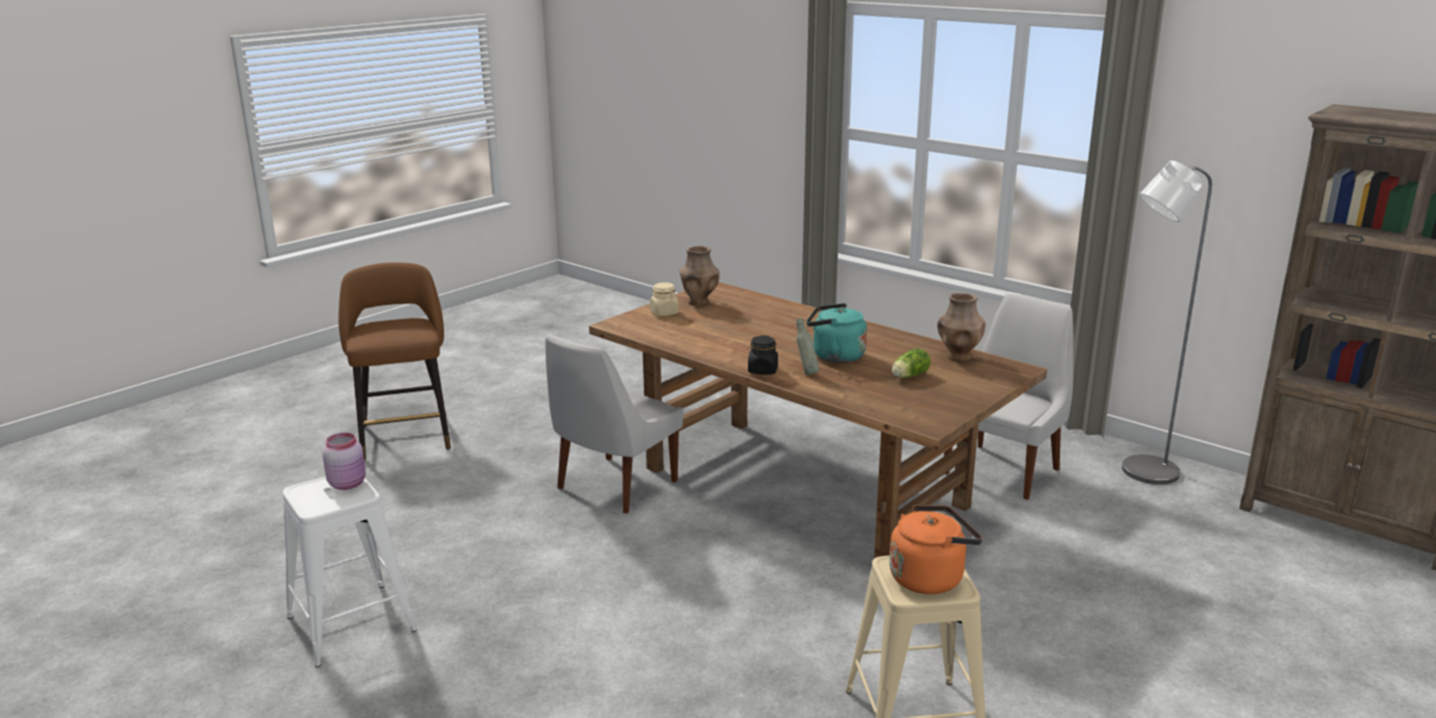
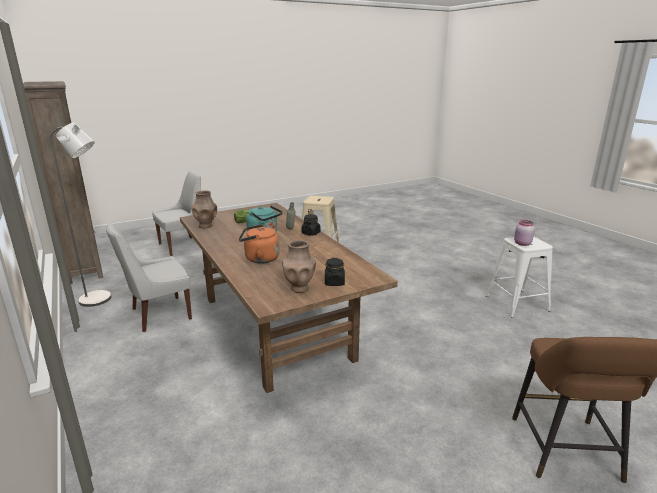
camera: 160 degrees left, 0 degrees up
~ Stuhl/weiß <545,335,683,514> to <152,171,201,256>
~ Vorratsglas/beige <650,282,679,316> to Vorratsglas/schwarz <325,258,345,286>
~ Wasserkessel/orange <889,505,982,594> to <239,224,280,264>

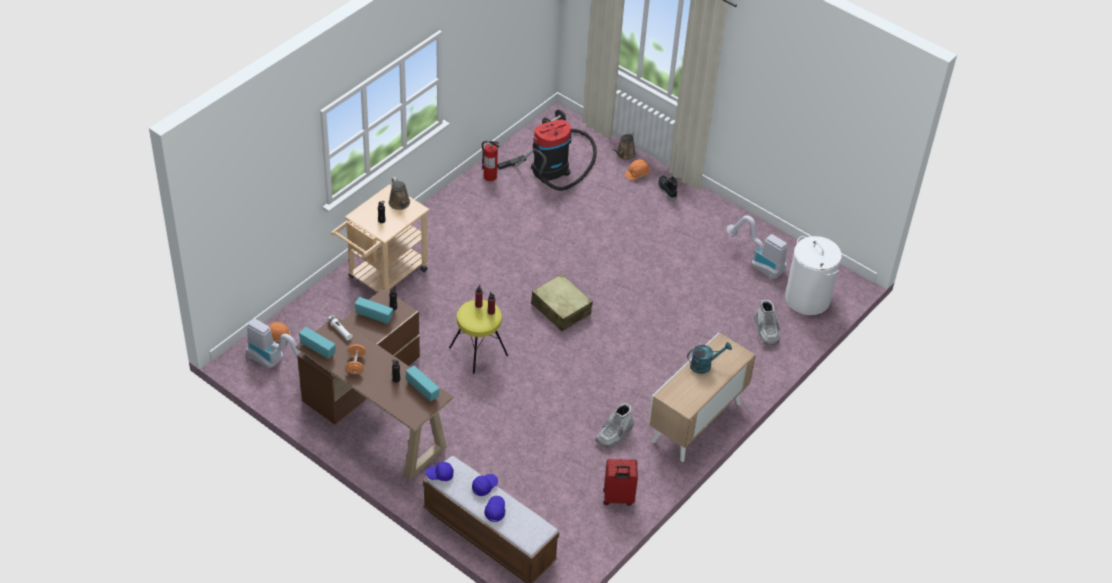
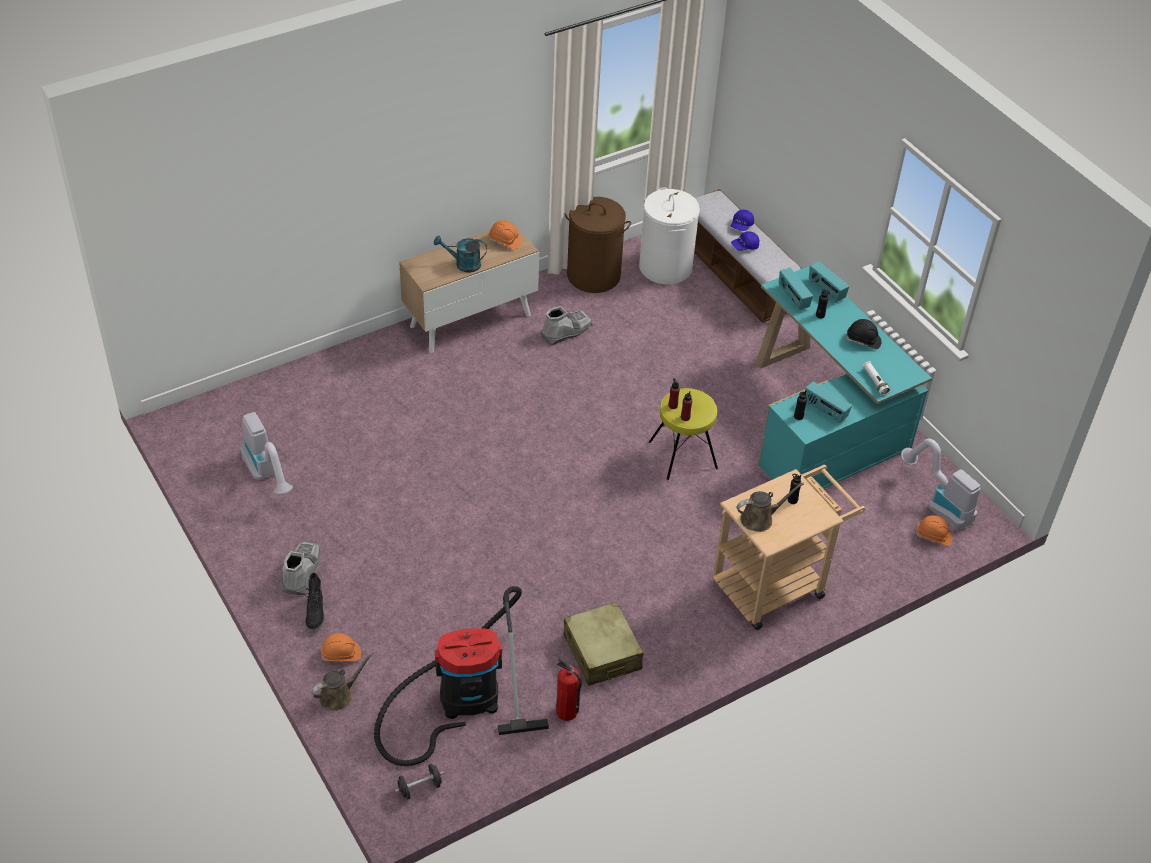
camera: 160 degrees left, 0 degrees up
~ Schreibtisch/braun <296,288,453,480> to Schreibtisch/türkis <756,266,932,489>
~ Radio <299,327,336,359> to <809,261,849,302>
~ Hantel/orange <346,344,366,374> to Schutzhelm/schwarz <846,319,881,349>
~ Gießkanne/braun <389,177,410,210> = <737,483,804,532> 75 degrees clockwise
- Kappe/blau <426,462,454,481>
~ Koffer/beige <531,274,593,331> to <564,602,644,686>
~ Koffer/rot <603,459,638,506> to Wäschekorb/braun <564,197,631,293>
~ Stiefel/grau <754,300,780,345> to <281,541,321,595>
~ Wäschekorb/weiß <785,236,842,315> to <639,187,700,285>
+ Schutzhelm/orange <489,220,522,249>

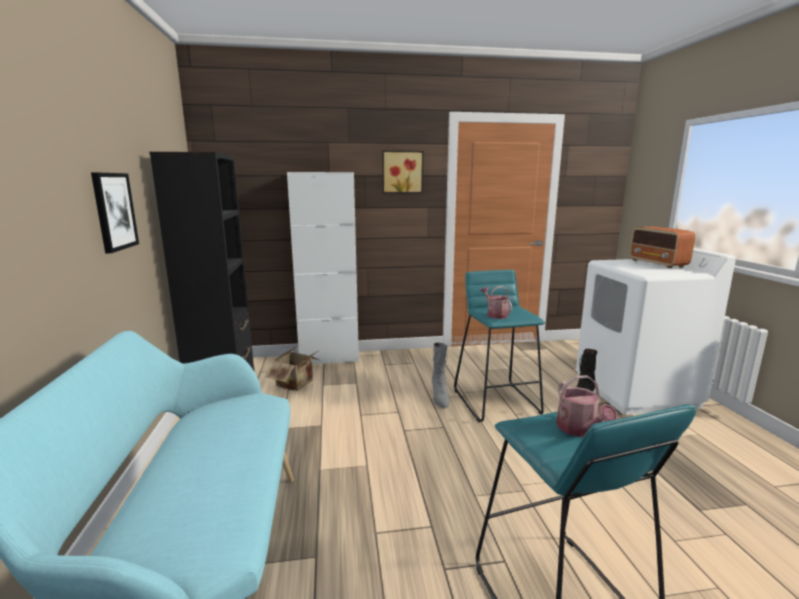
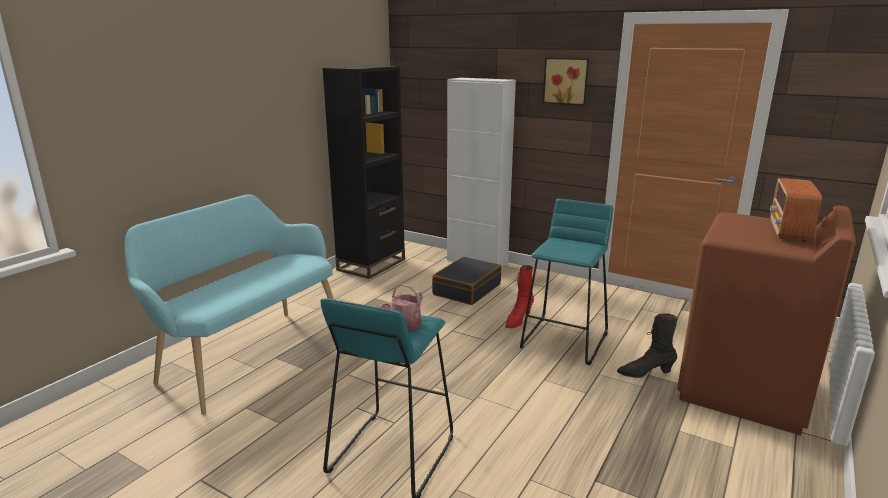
camera: 40 degrees right, 5 degrees up
- Bild <91,172,139,253>
- Karton <265,345,321,391>
~ Stiefel/grau <432,343,449,409> to Stiefel/rot <505,265,534,328>
- Gießkanne <481,286,512,319>
~ Waschmaschine/weiß <576,248,736,415> to Waschmaschine/braun <677,206,856,435>
+ Koffer/schwarz <432,257,501,305>

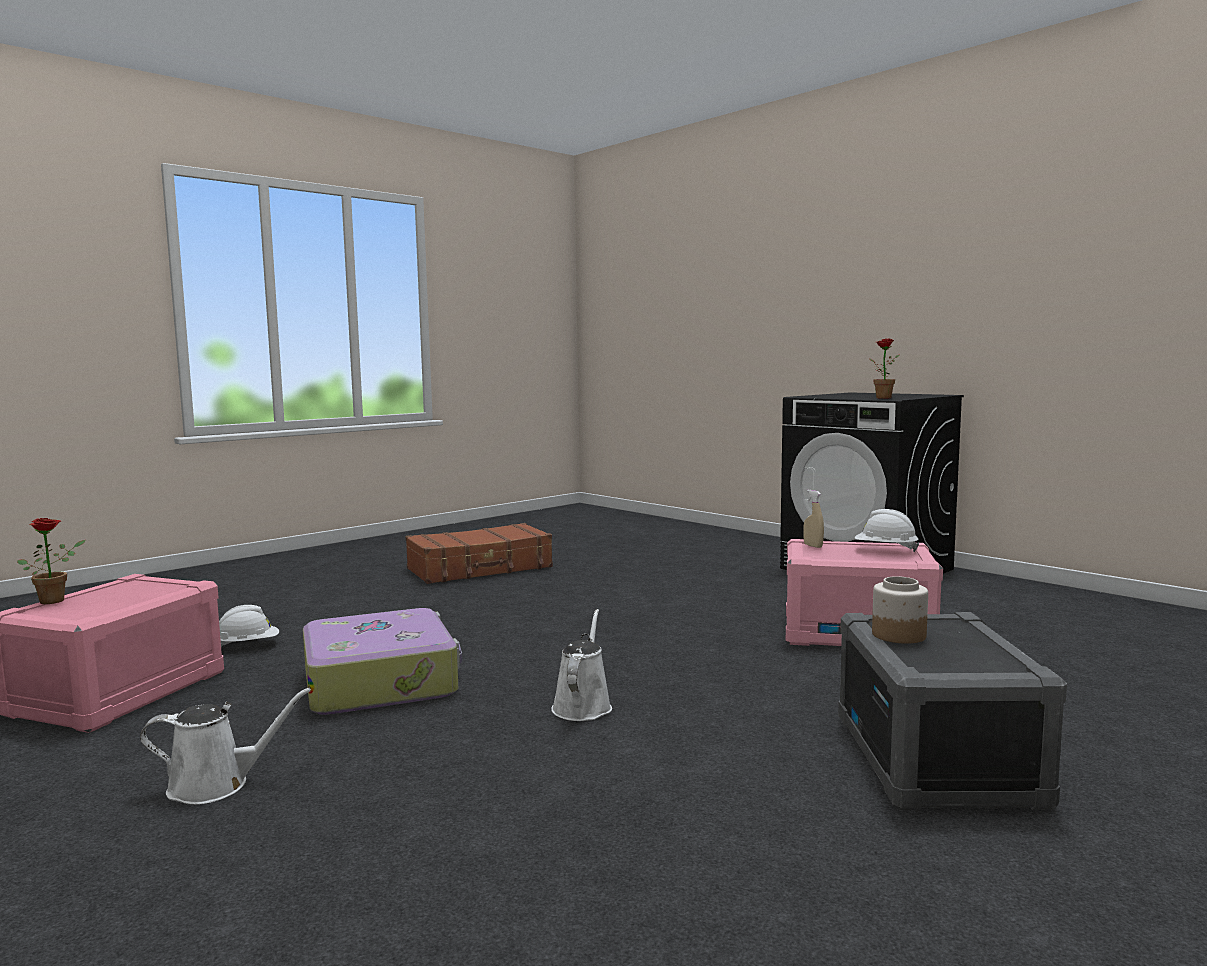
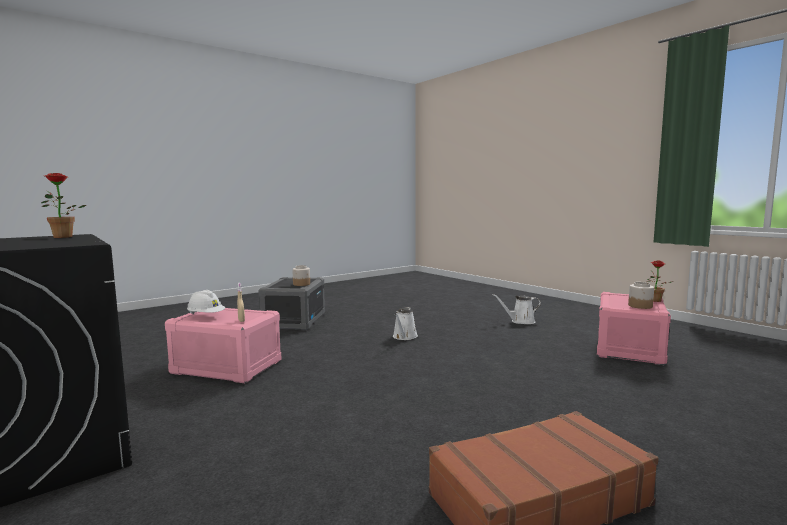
camera: 175 degrees left, 0 degrees up
- Schutzhelm/weiß <219,605,279,647>
- Koffer <303,608,462,715>
+ Vorratsglas <628,282,654,309>

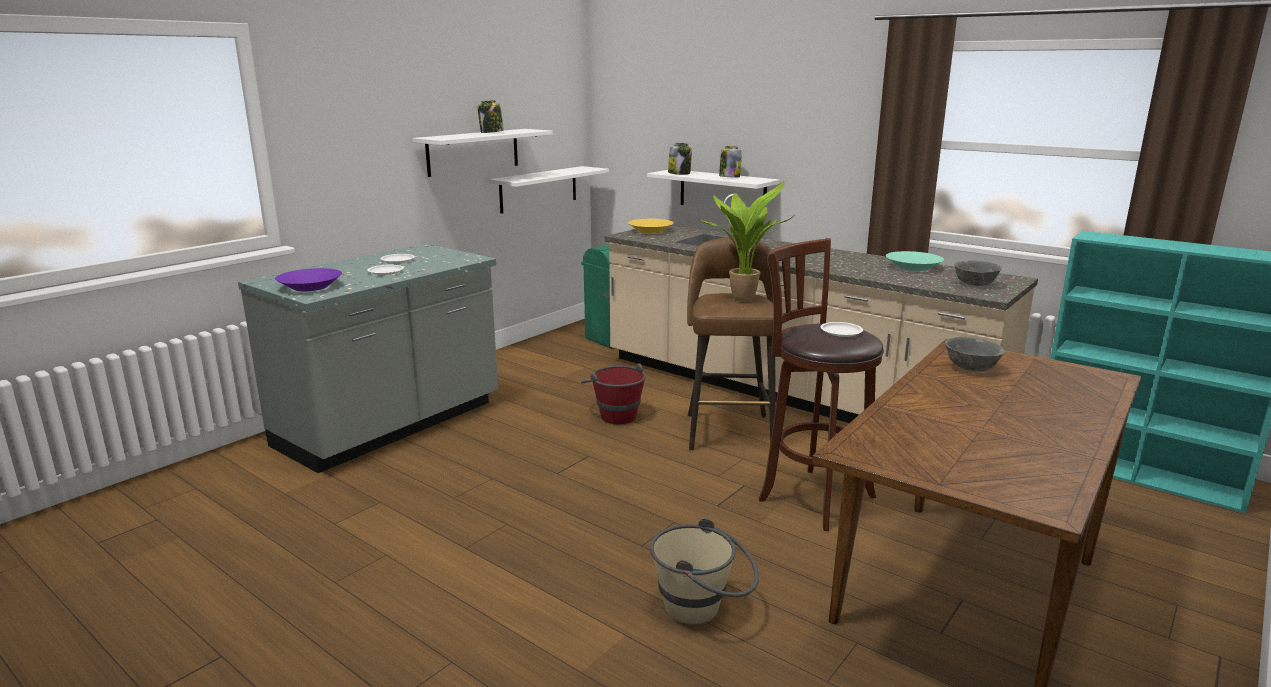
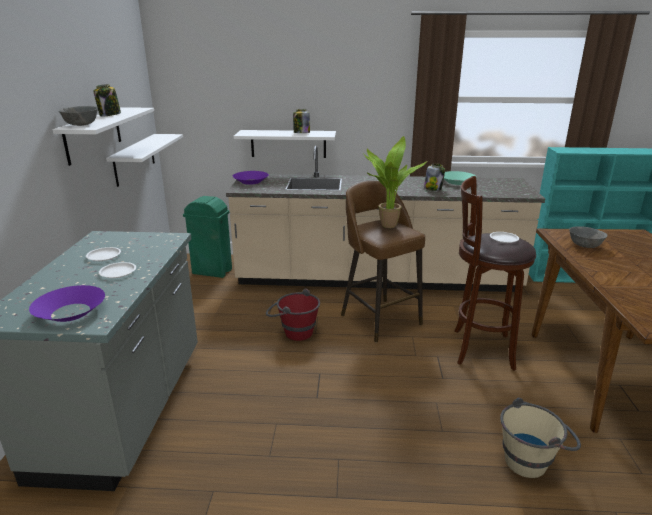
camera: 35 degrees left, 5 degrees up
~ Schüssel/gelb <628,219,674,234> to Schüssel/lila <233,171,269,185>
~ Vorratsglas <668,143,692,175> to <424,163,445,191>
~ Schüssel/grau <954,260,1002,286> to <58,106,98,126>

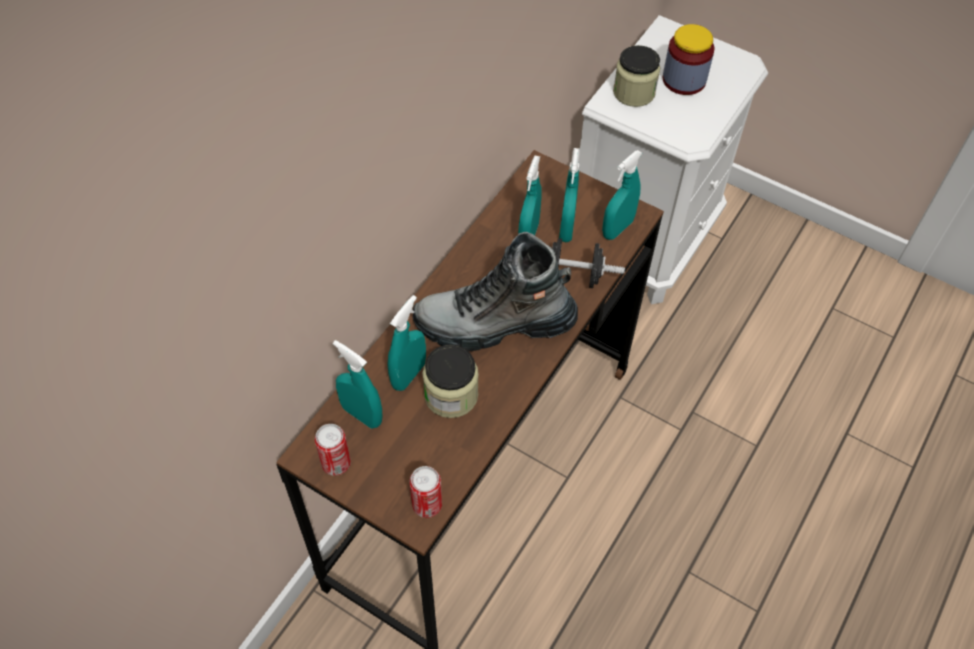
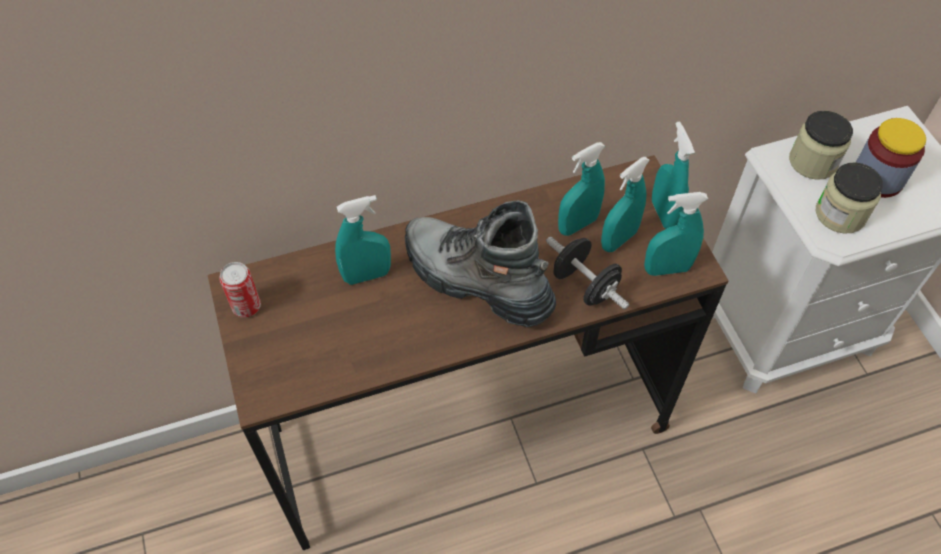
camera: 40 degrees right, 0 degrees up
~ Sprühflasche/türkis <333,340,382,429> to <652,121,695,229>
- Dose <410,466,442,518>
~ Vorratsglas <423,344,479,418> to <816,162,883,234>

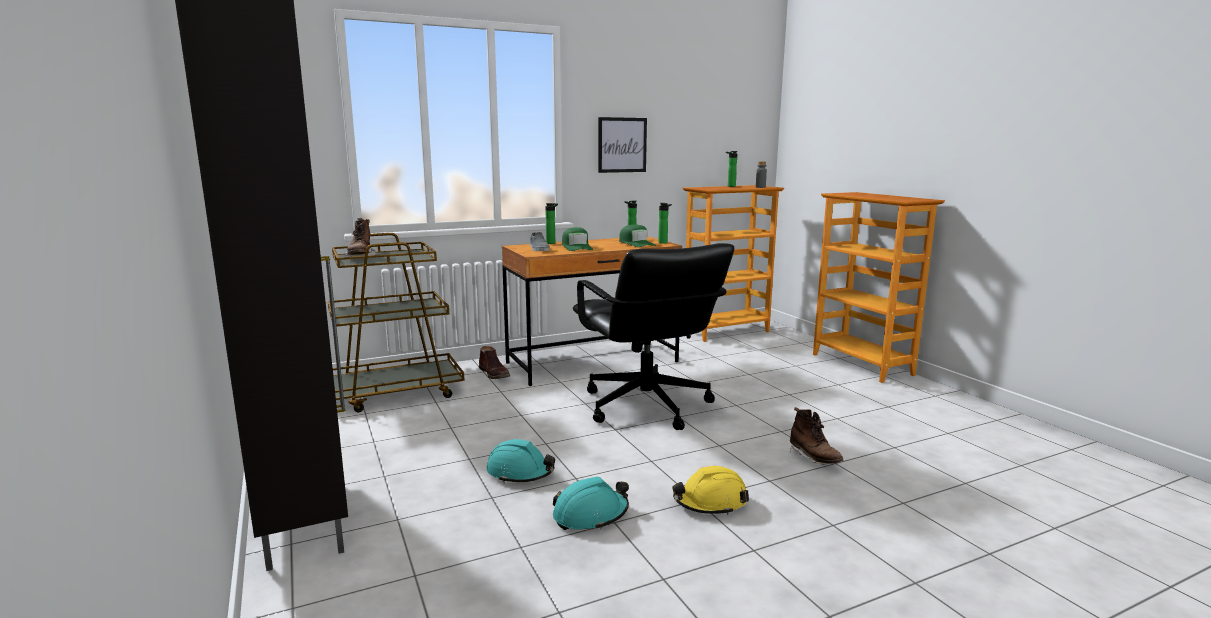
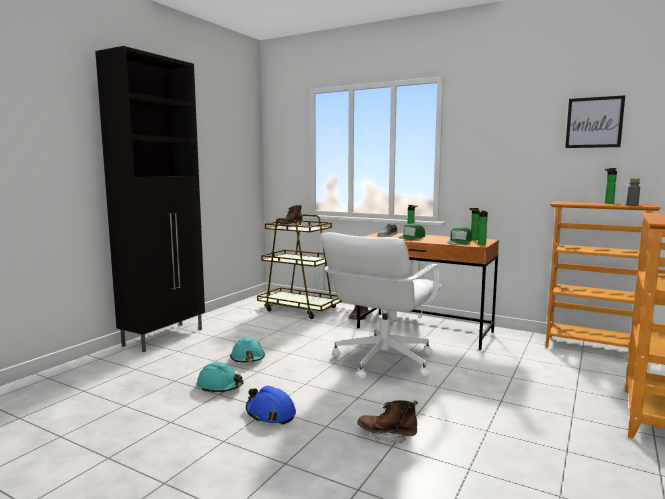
camera: 55 degrees right, 5 degrees down
~ Bürostuhl/schwarz <573,243,734,430> to Bürostuhl/weiß <320,232,442,380>
~ Bild <598,117,647,173> to <565,95,625,148>
~ Schutzhelm/gelb <672,466,749,515> to Schutzhelm/blau <246,386,296,425>
~ Stiefel/braun <790,407,843,465> = <357,400,418,443> 75 degrees clockwise

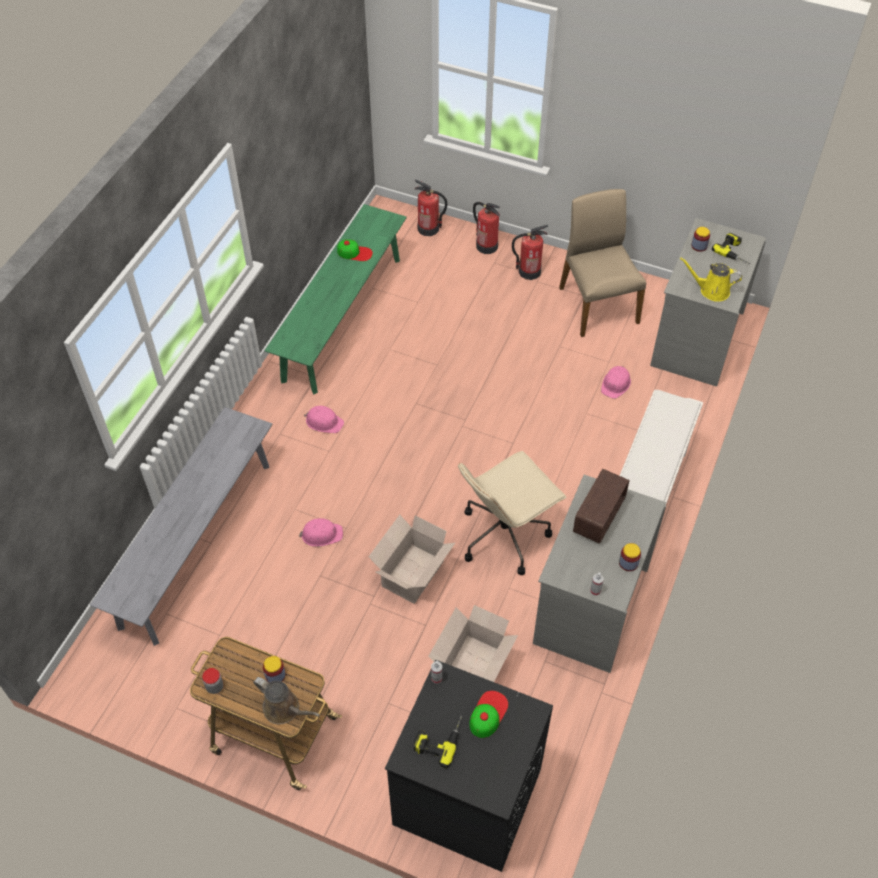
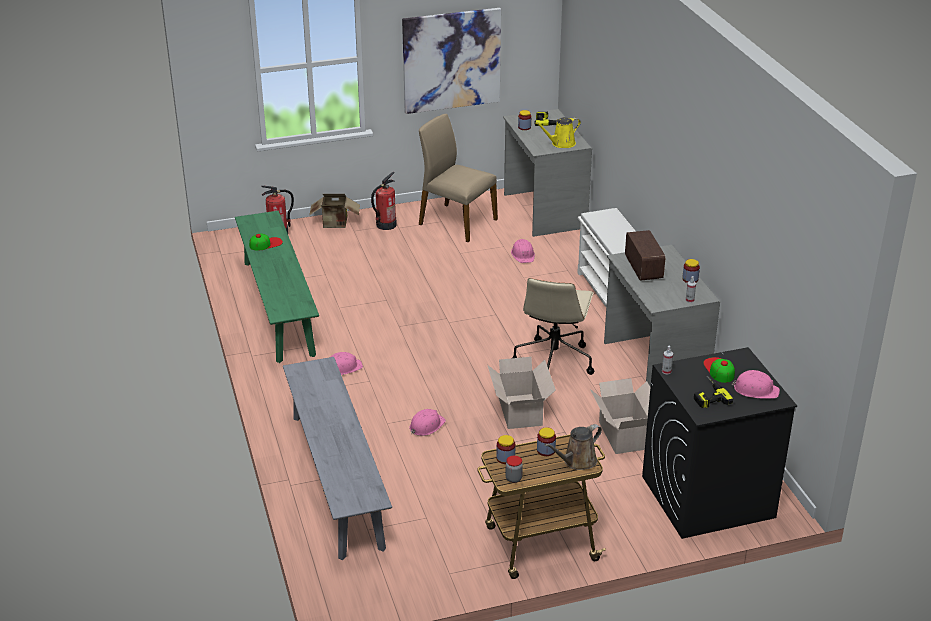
camera: 40 degrees left, 20 degrees down
~ Gießkanne/braun <253,677,320,725> = <545,424,602,470> 150 degrees clockwise
~ Feuerlöscher <473,202,500,254> to Karton <309,194,360,228>
+ Bild <402,8,501,114>
+ Vorratsglas <496,435,516,464>
+ Schutzhelm/rosa <731,370,780,399>

